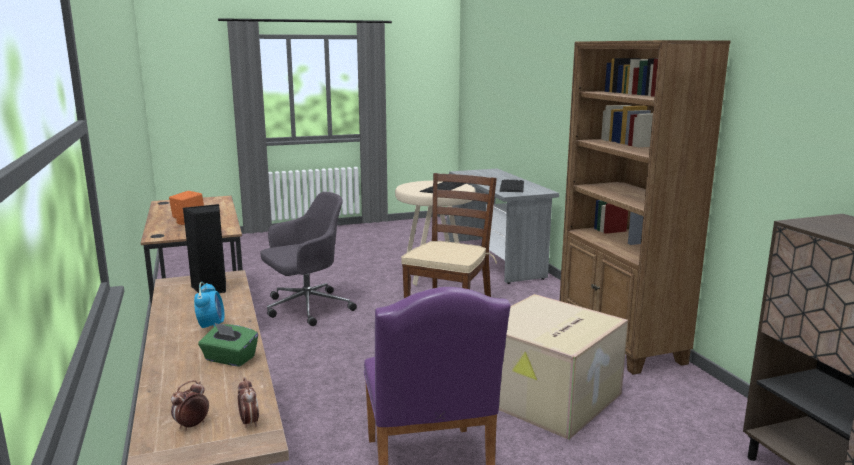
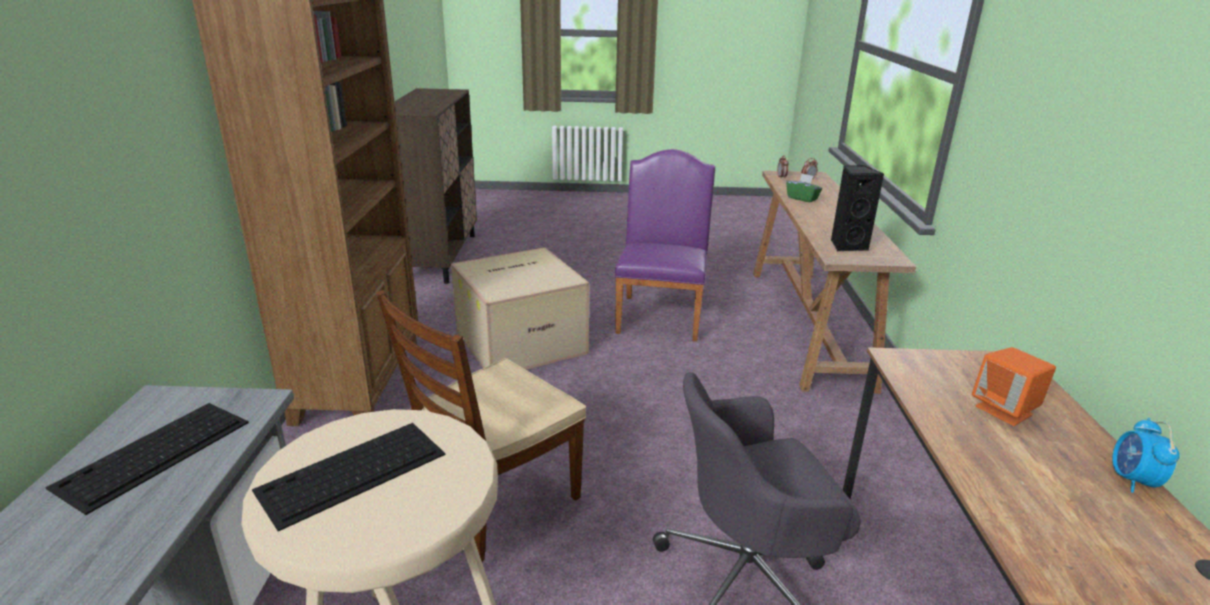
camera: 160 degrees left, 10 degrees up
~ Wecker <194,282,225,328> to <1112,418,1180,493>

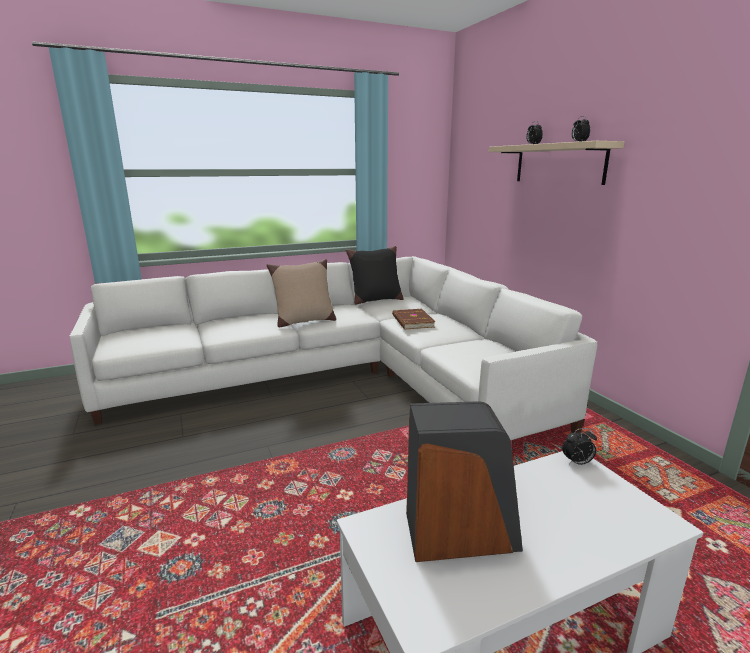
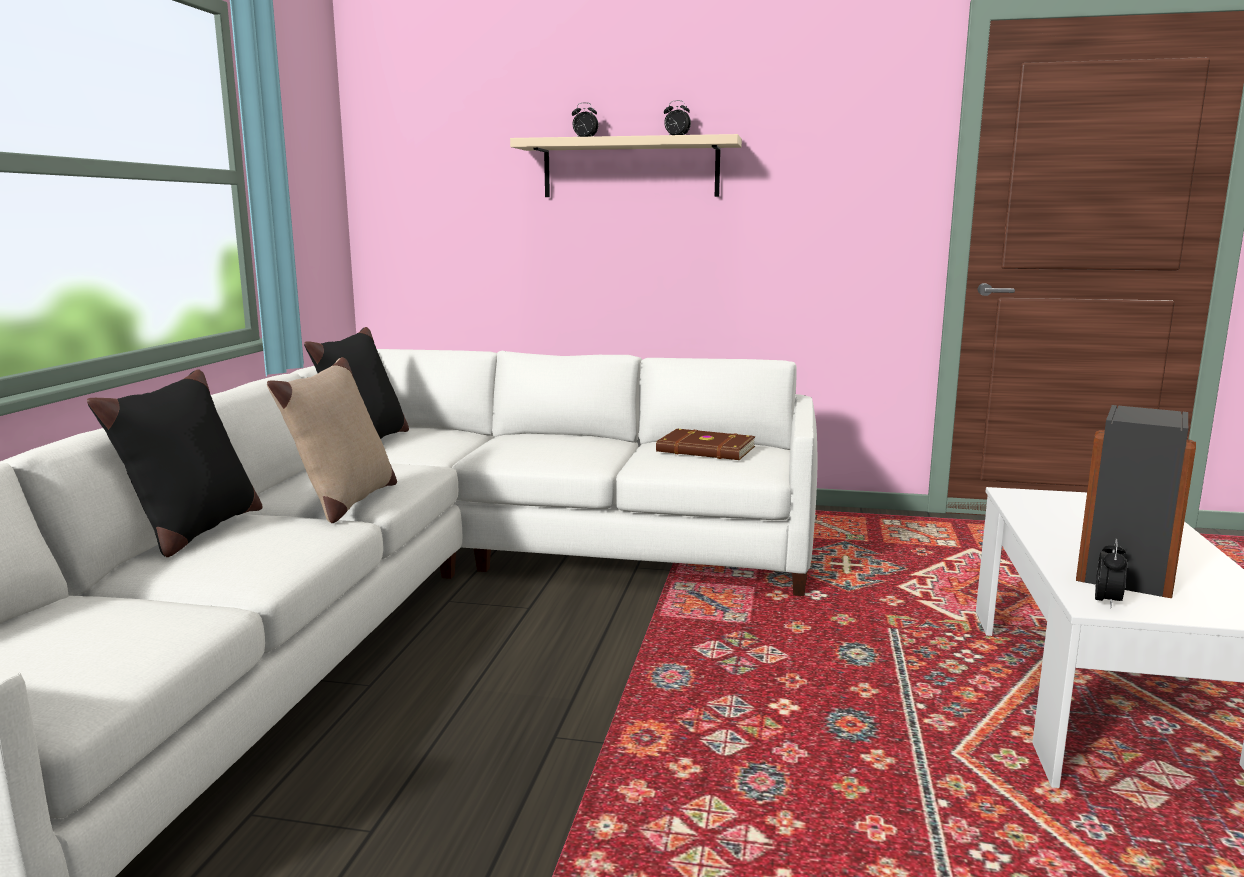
camera: 55 degrees left, 5 degrees down
~ Buch/braun <392,309,435,329> to <656,429,755,460>
~ Wecker <562,428,597,465> to <1095,539,1127,609>
+ Kissen/schwarz <87,369,263,557>

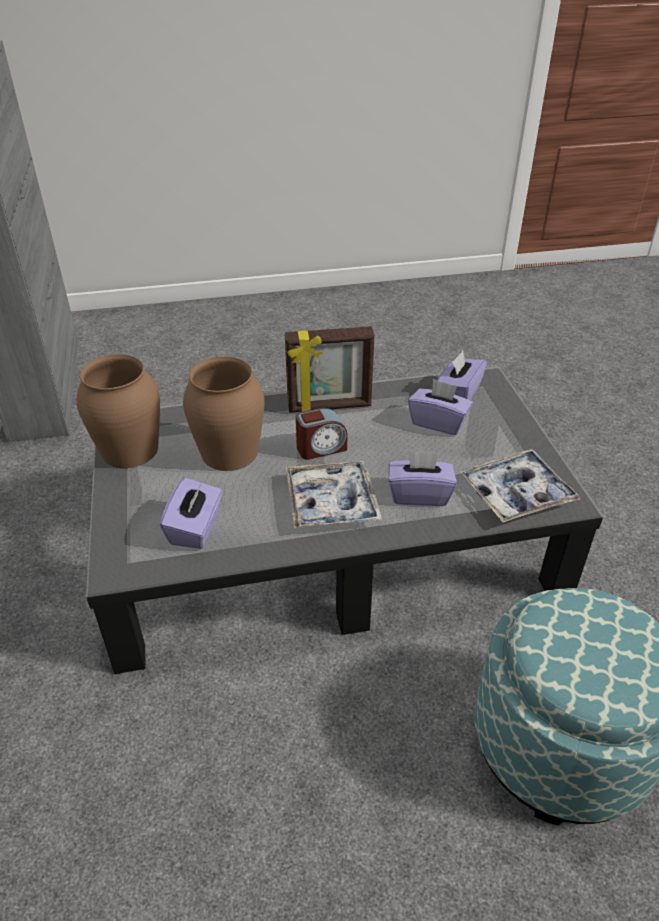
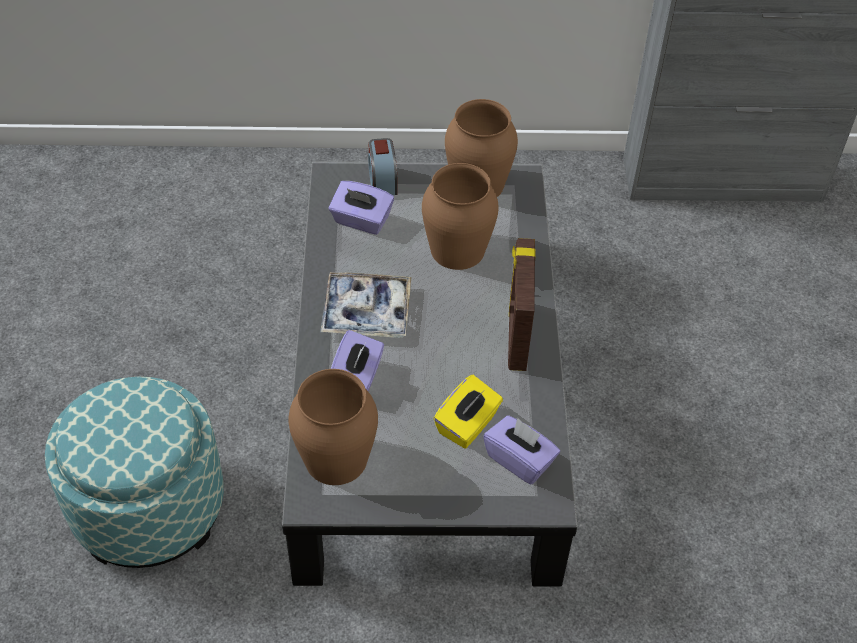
camera: 100 degrees right, 10 degrees up
~ Wecker <296,408,348,459> to <368,138,397,195>
~ Taschentuchbox/lila <408,379,473,435> to Taschentuchbox/gelb <434,375,503,449>
~ Tablett <460,449,580,522> to Vase/braun <288,369,378,485>

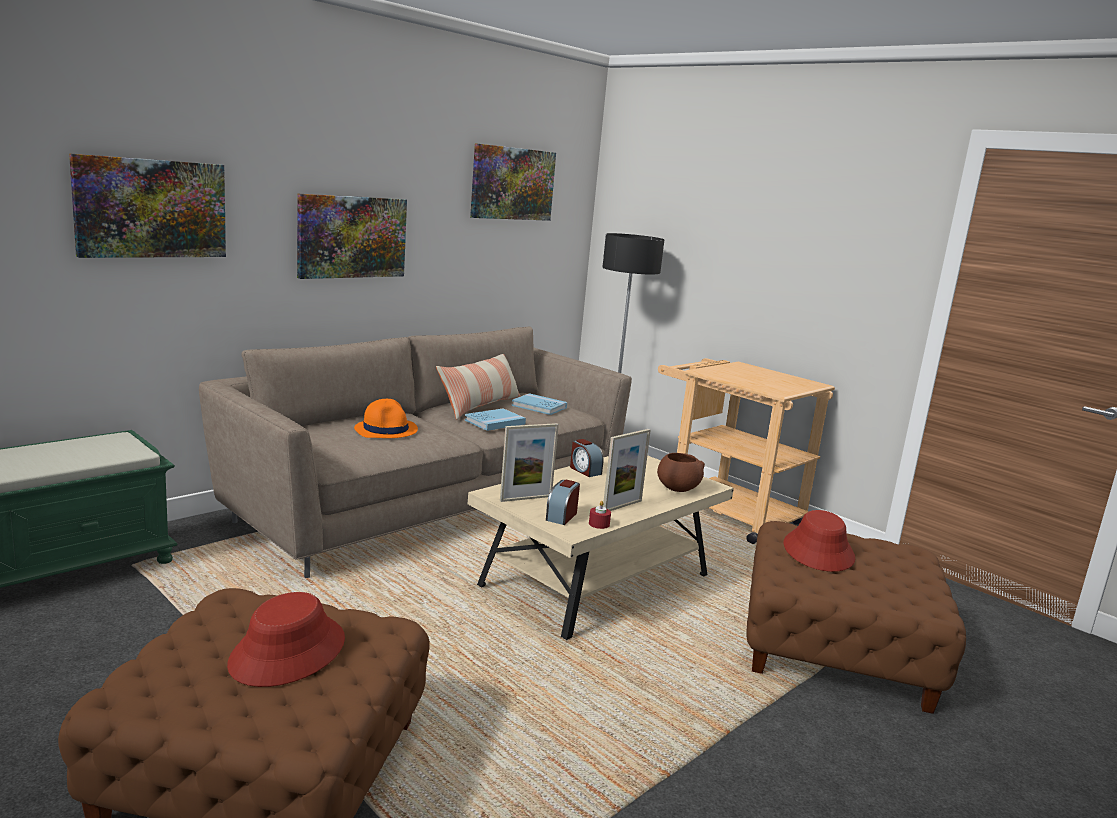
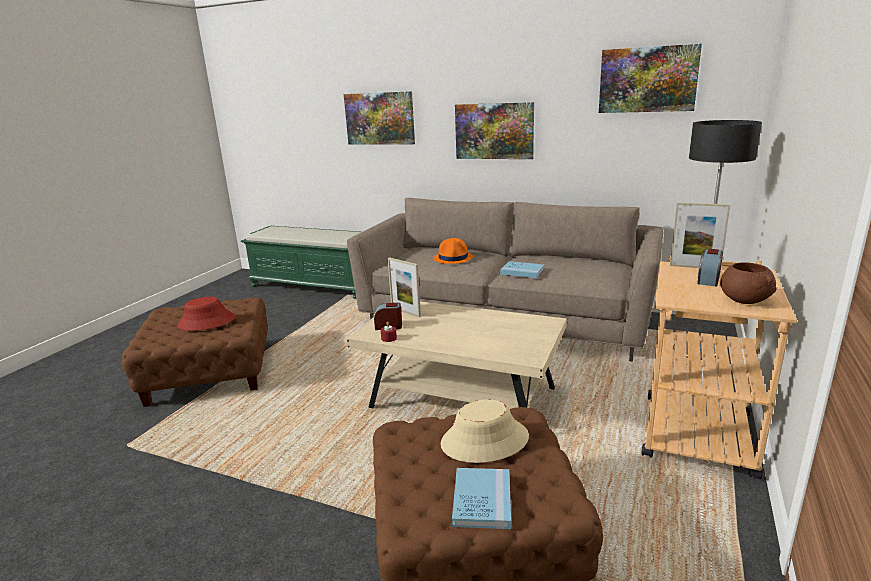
camera: 70 degrees right, 5 degrees up
- Kissen <436,354,521,420>
~ Buch/blau <512,393,567,415> to <452,468,511,529>
~ Wecker <570,439,604,477> to <697,249,723,287>
~ Bilderrahmen <603,429,651,511> to <670,202,730,268>
~ Schüssel/braun <657,453,705,492> to <720,262,777,304>
~ Hut/rot <784,510,855,572> to Hut/beige <441,399,529,463>

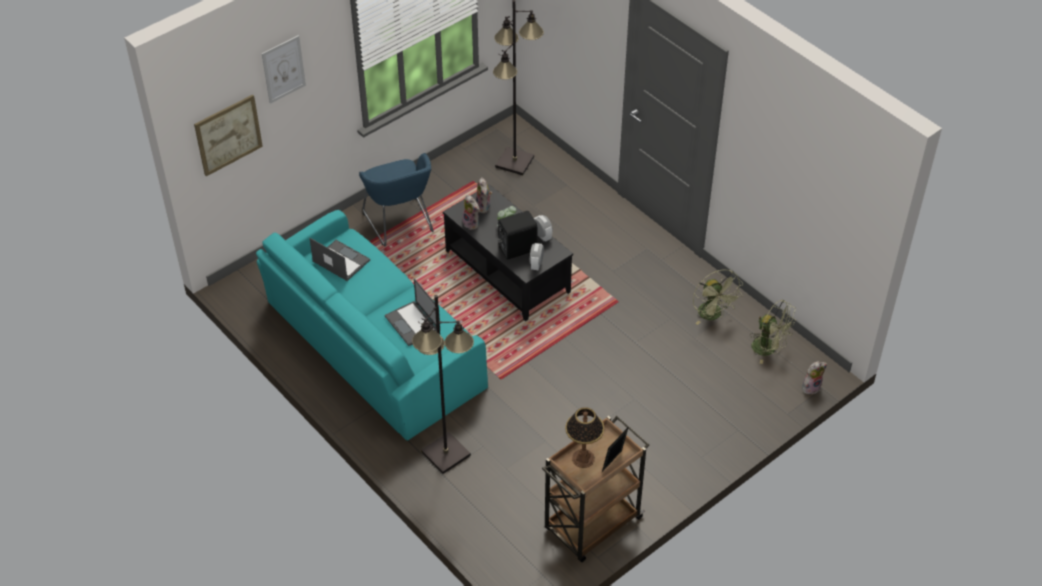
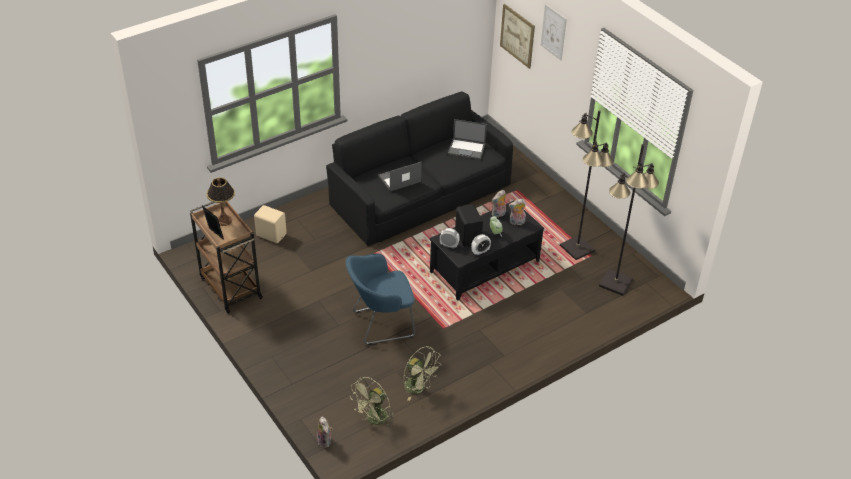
camera: 95 degrees right, 5 degrees down
~ Sofa/türkis <256,210,488,440> to Sofa/schwarz <326,91,513,246>
~ Laptop <309,238,370,281> = <448,119,487,160> 60 degrees clockwise
~ Sessel/blau <359,153,434,246> to <346,254,415,345>
~ Stehlampe/schwarz <412,295,474,474> to <560,110,614,260>
~ Ventilator/grün <693,269,743,325> = <403,346,442,401> 120 degrees counterclockwise
+ Lautsprecher/beige <254,205,287,243>

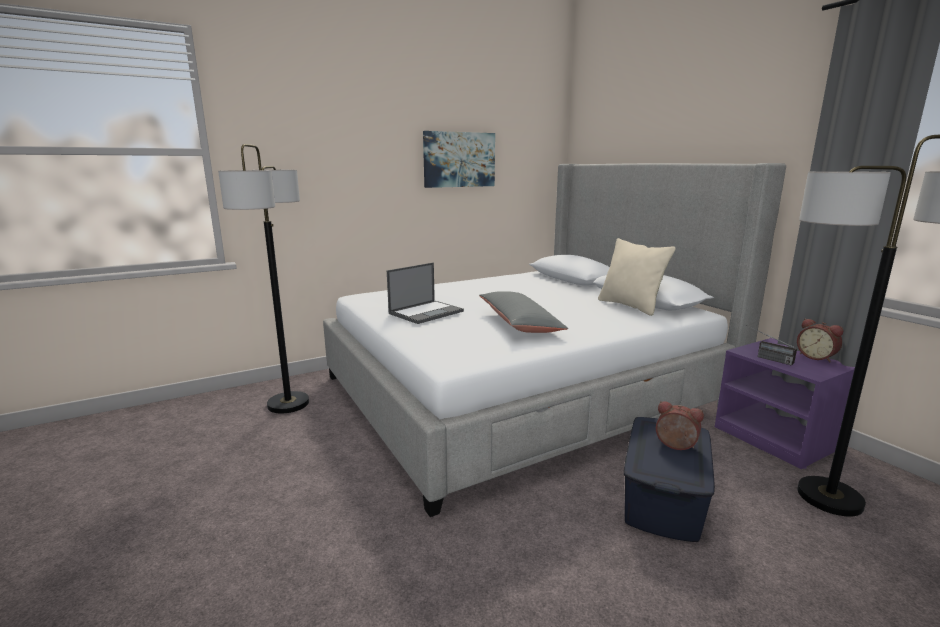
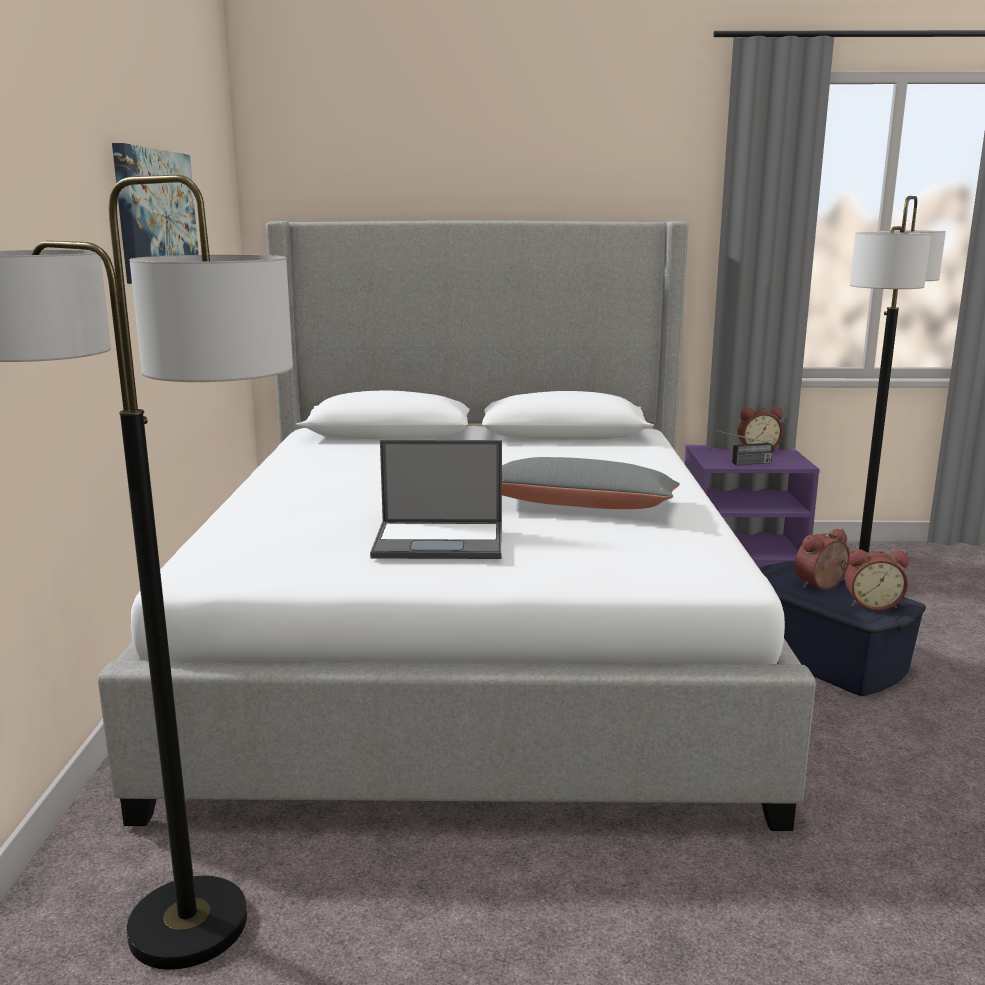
camera: 60 degrees left, 0 degrees up
~ Laptop <387,263,464,324> = <370,440,502,559> 105 degrees clockwise
- Kissen/beige <598,238,676,316>
+ Wecker <845,549,909,611>

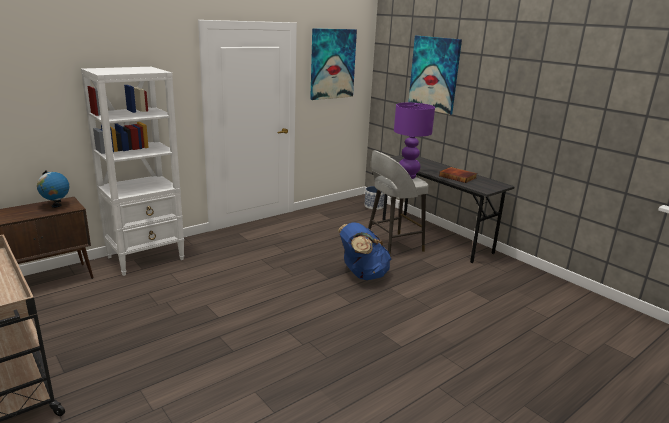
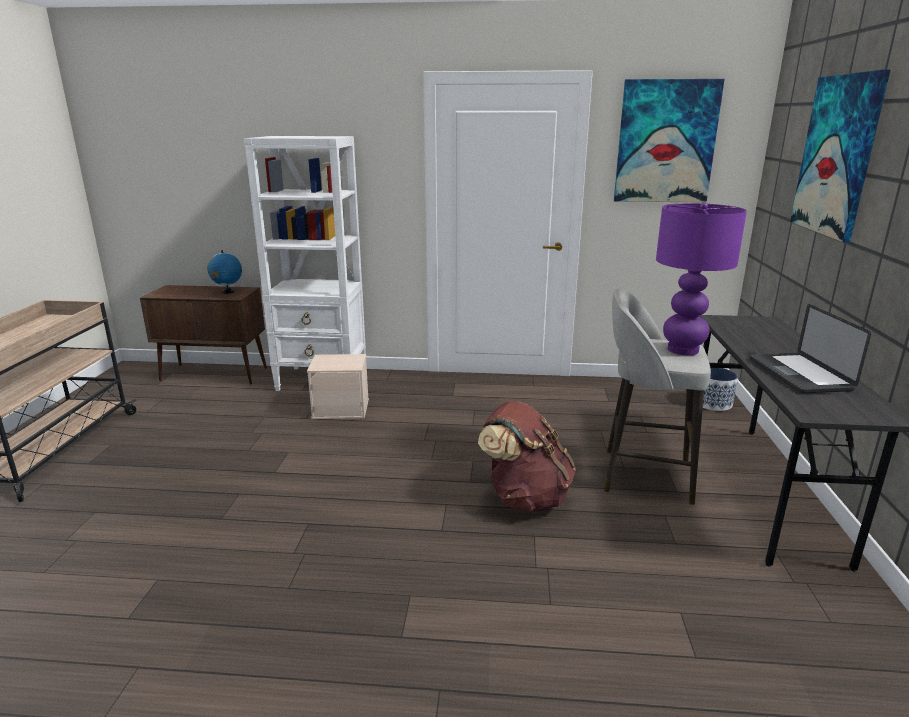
camera: 45 degrees right, 0 degrees up
~ Rucksack/blau <338,222,392,280> to Rucksack/braun <478,401,576,512>
~ Buch <439,167,477,183> to Laptop <750,304,871,394>
+ Aufbewahrungsbox/beige <307,354,369,419>

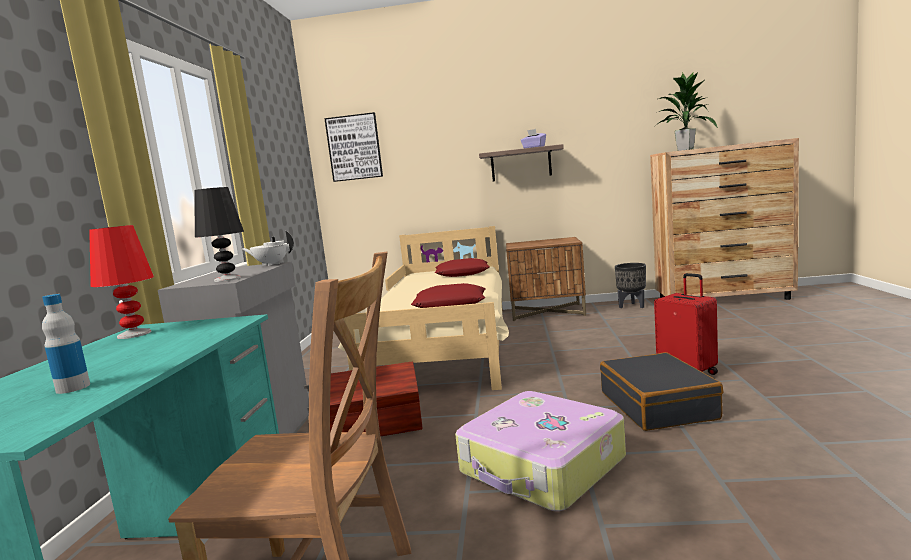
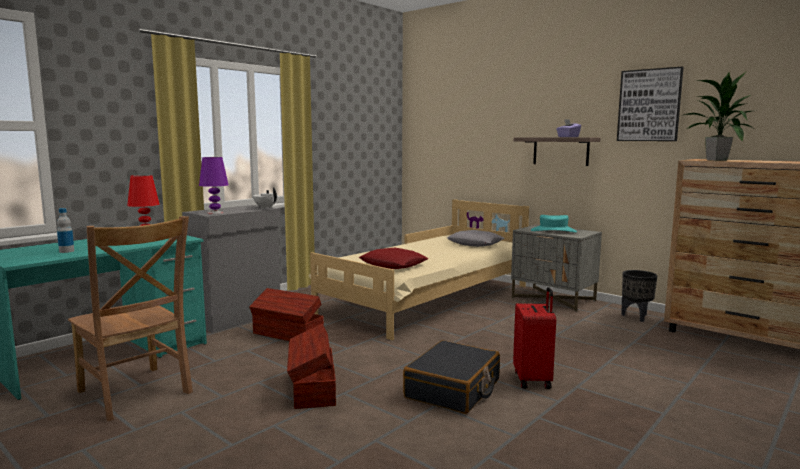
camera: 35 degrees right, 0 degrees up
~ Tischlampe/schwarz <195,187,244,282> to Tischlampe/lila <199,157,228,214>
~ Bild <324,112,383,182> to <617,67,684,141>
~ Kissen/rot <435,258,489,277> to Kissen/grau <447,230,505,247>
~ Koffer <455,391,626,511> to Aufbewahrungsbox/braun <287,324,336,409>
~ Nachttisch/braun <506,237,586,321> to Nachttisch/grau <511,225,602,312>
+ Hut/türkis <531,215,577,233>

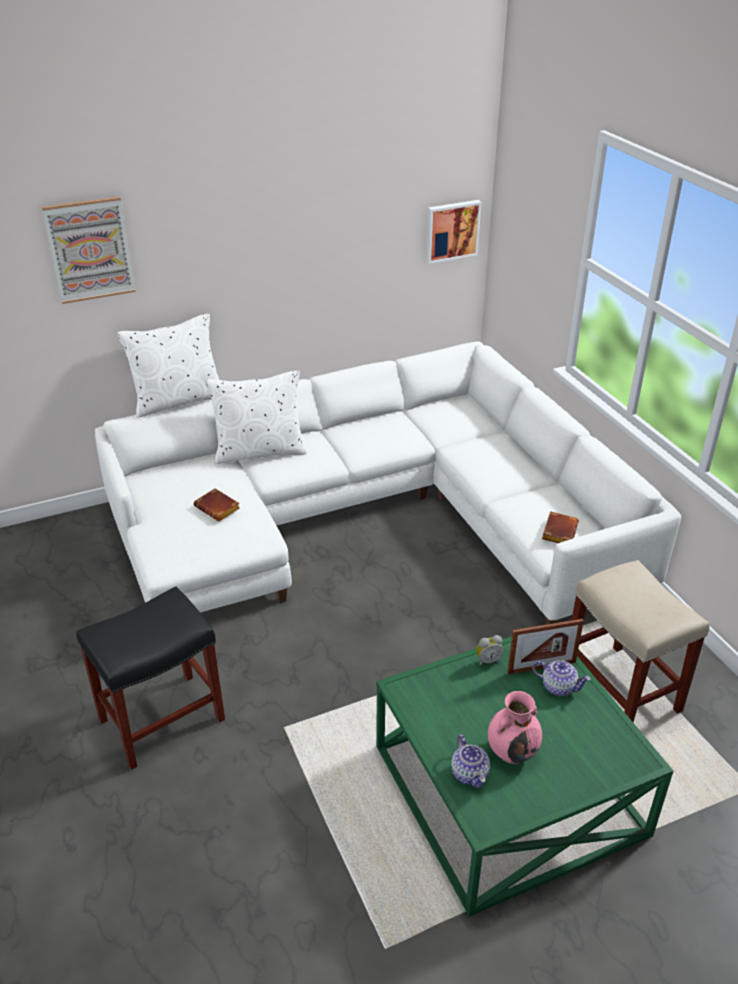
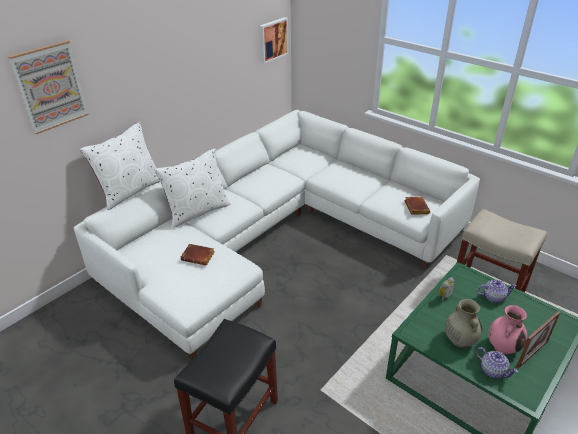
camera: 25 degrees left, 0 degrees up
~ Bilderrahmen <507,619,584,674> to <517,311,561,369>
+ Vase/beige <445,299,482,348>

